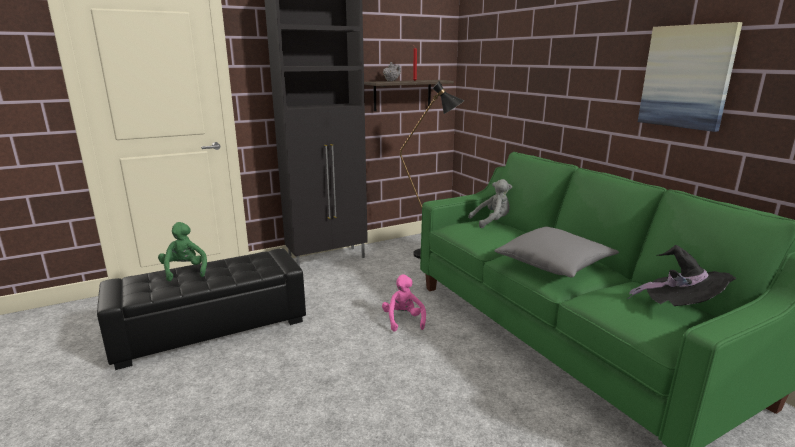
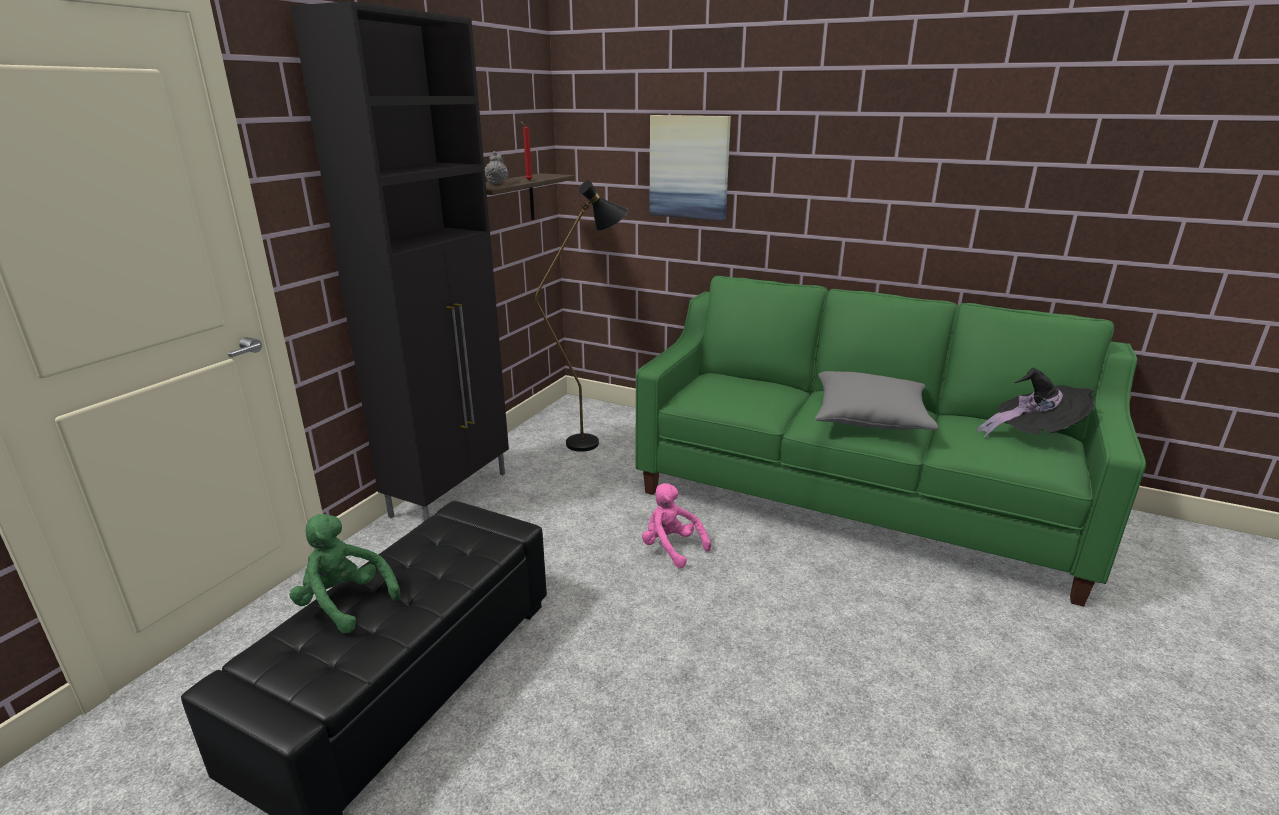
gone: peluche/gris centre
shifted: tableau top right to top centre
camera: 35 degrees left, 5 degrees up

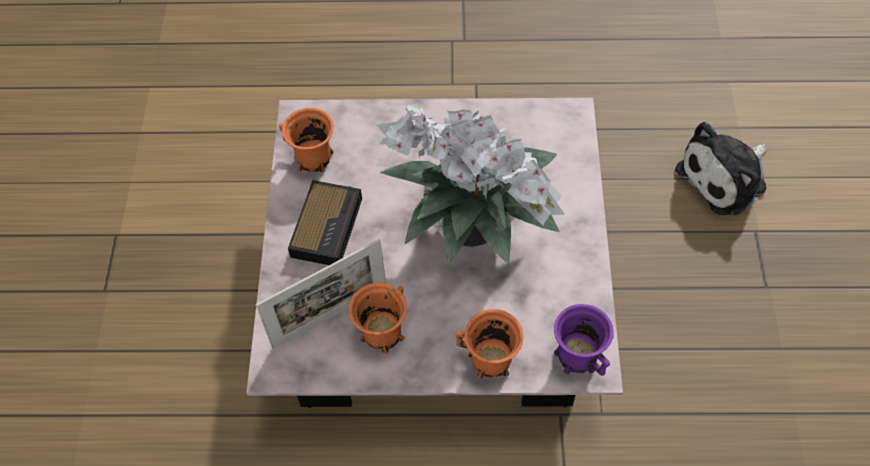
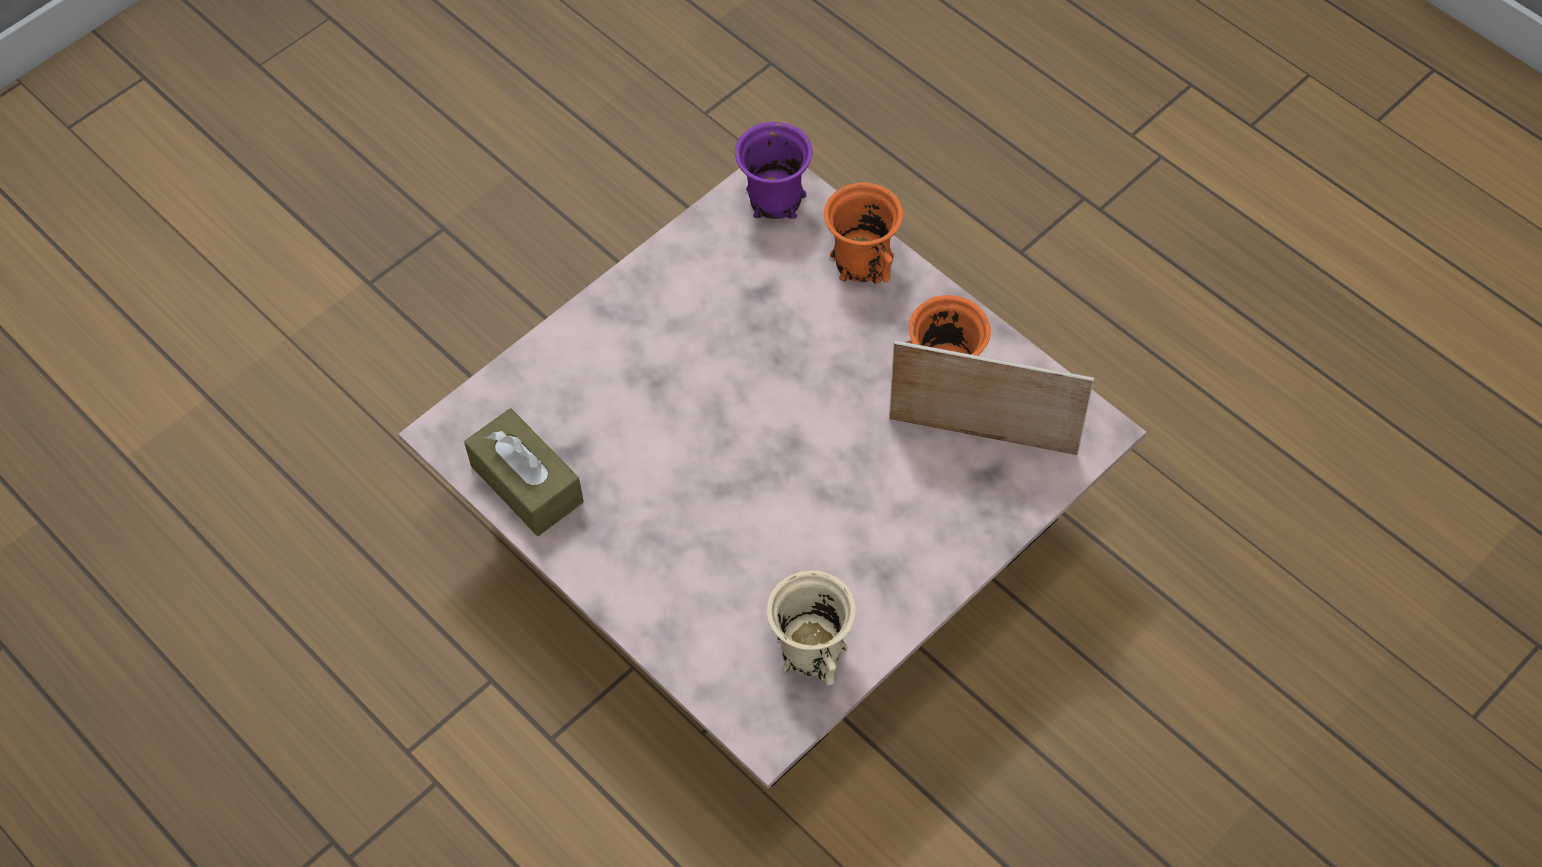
gone: réveil centre; plante en pot centre; peluche middle right
new: boîte à mouchoirs/marron centre
repainted: mug/orange (no. 1 from left) top centre to mug/beige bottom centre
camera: 135 degrees left, 0 degrees up

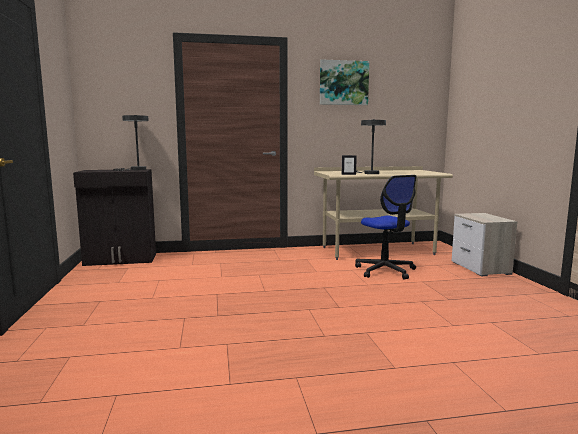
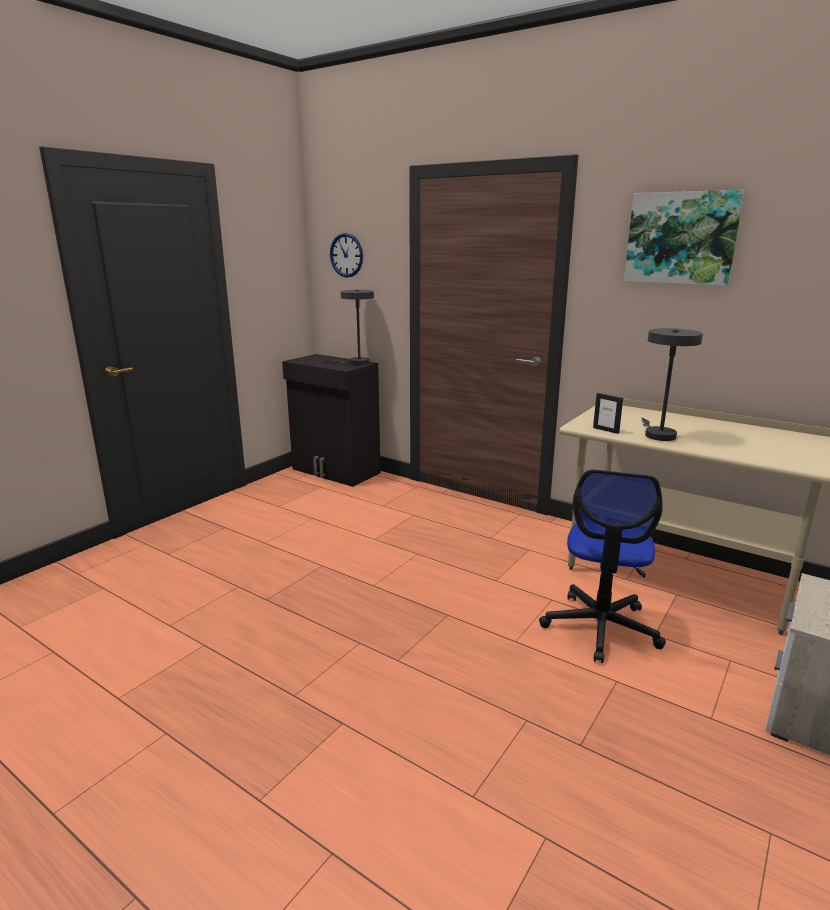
new: horloge murale top centre
camera: 45 degrees right, 10 degrees up

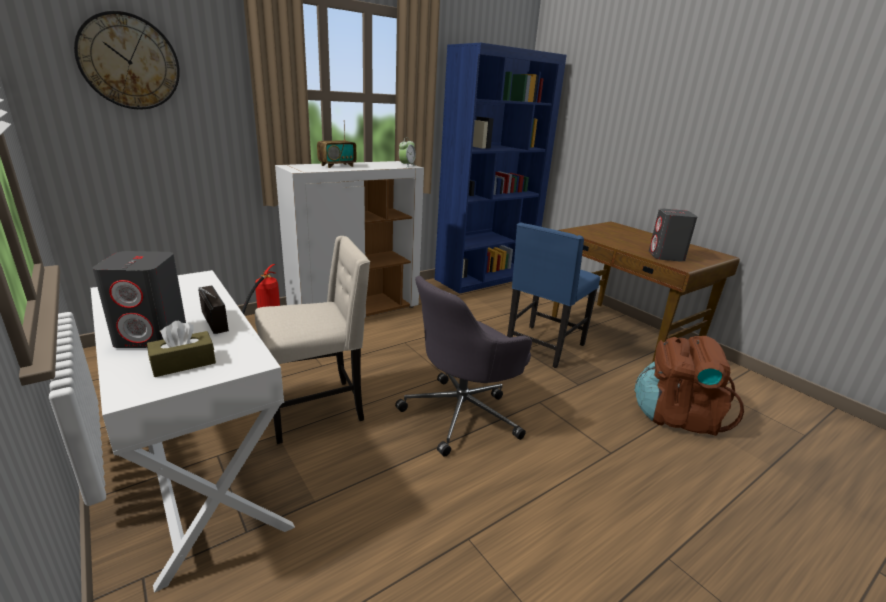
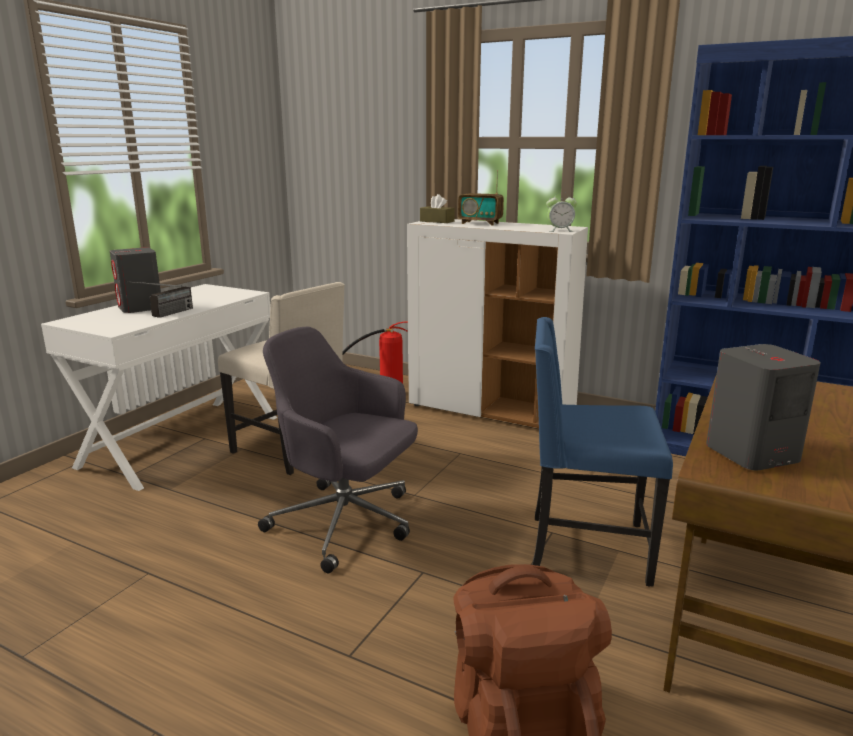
gone: horloge murale top left
shifted: boîte à mouchoirs/marron middle left to top centre
camera: 65 degrees right, 5 degrees down

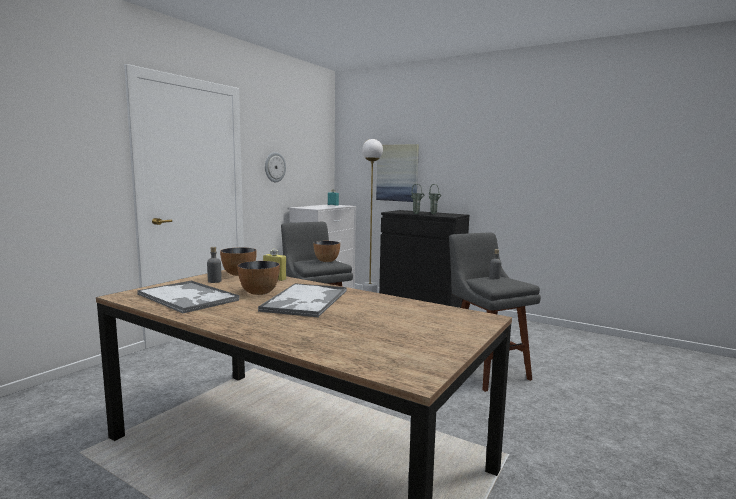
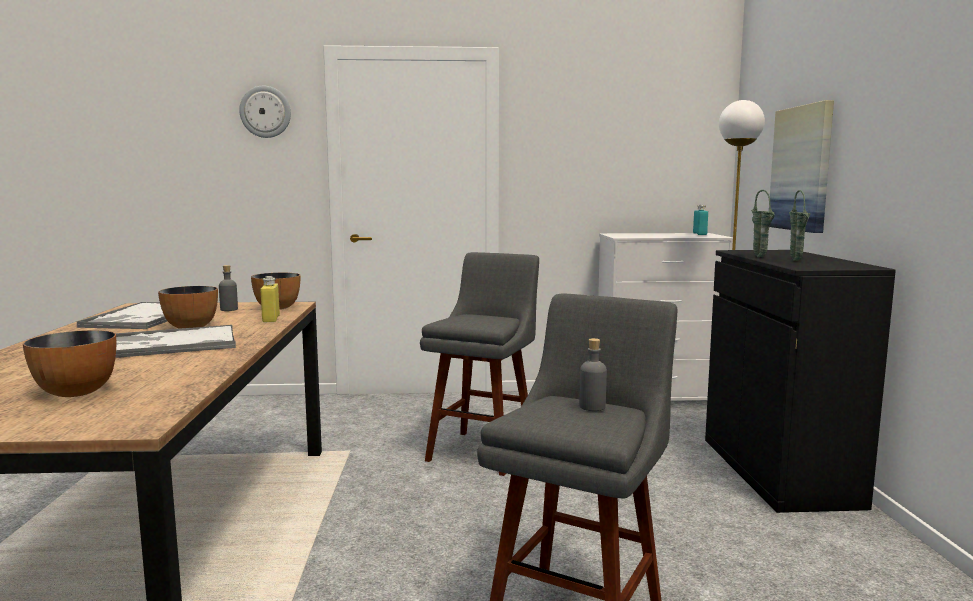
shifted: bol (no. 3 from left in the first image) centre to bol (no. 1 from left) middle left; horloge murale centre to top left
camera: 55 degrees right, 0 degrees up

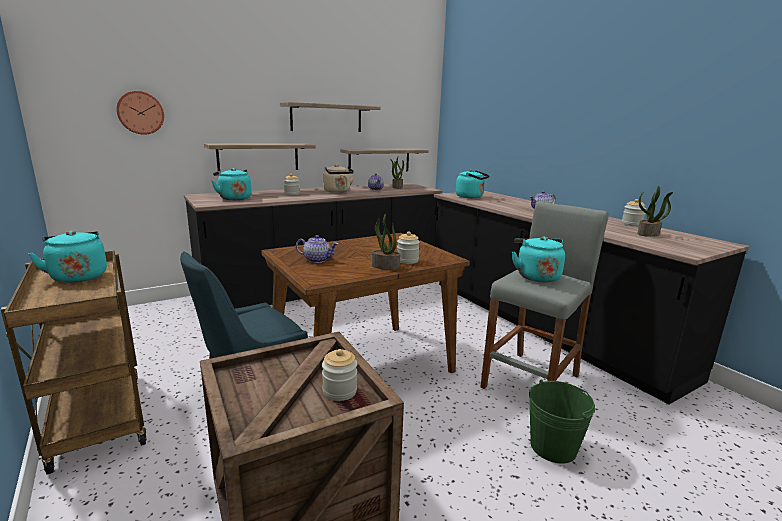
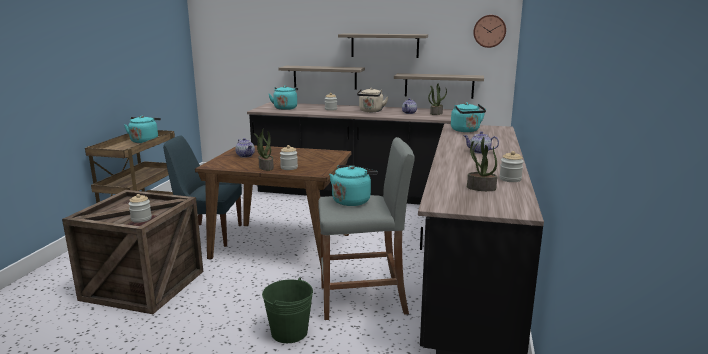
shifted: horloge murale top left to top right
camera: 45 degrees right, 0 degrees up

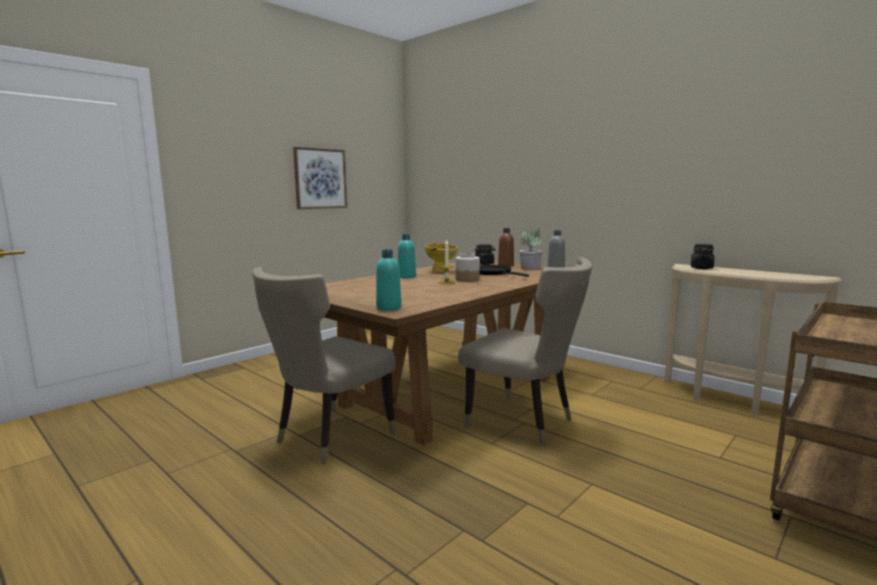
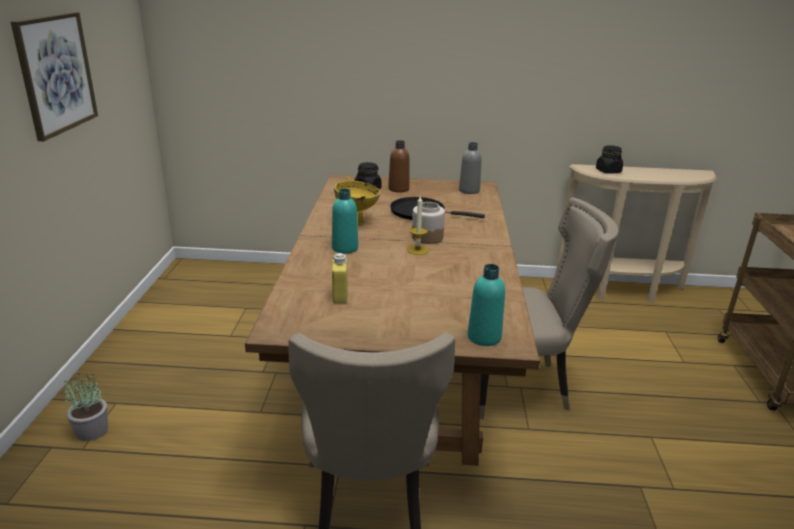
new: bouteille/jaune centre
shifted: plante en pot centre to bottom left
camera: 40 degrees left, 15 degrees up

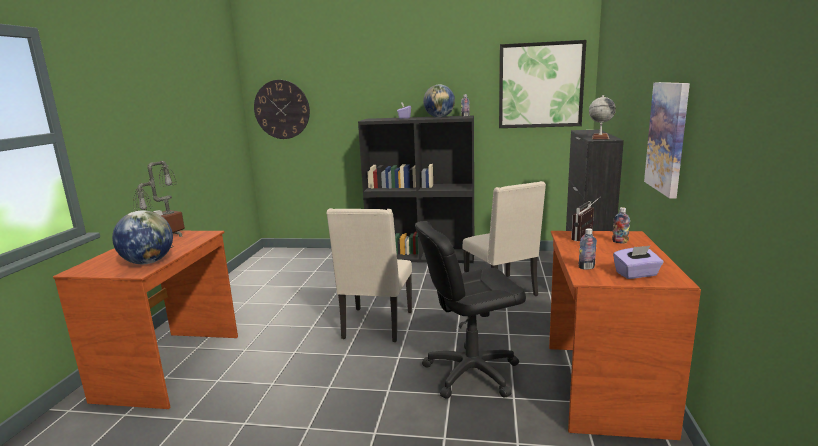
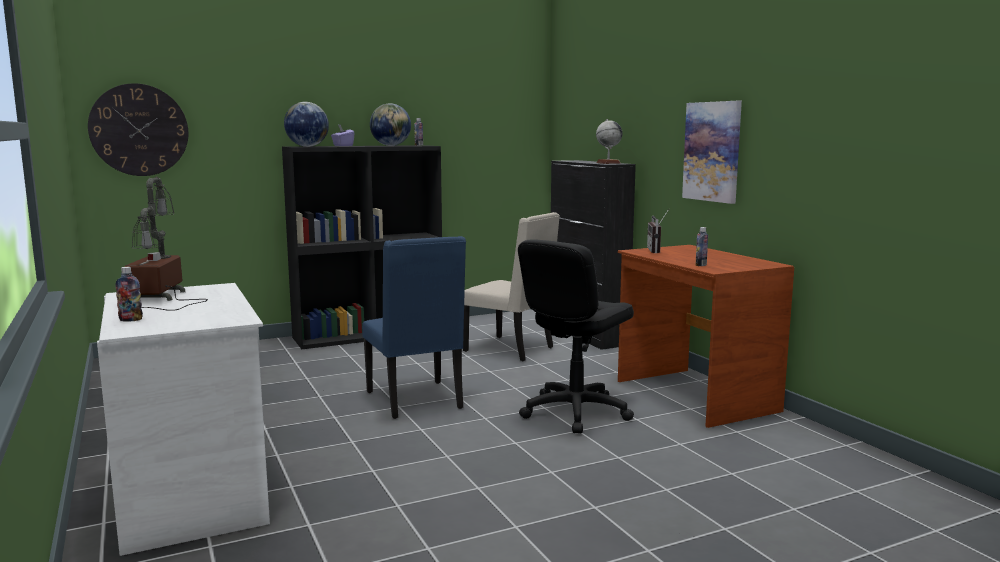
gone: tableau (no. 1 from left) top centre; boîte à mouchoirs/violet (no. 2 from left) middle right
shifted: bouteille (no. 3 from left in the first image) middle right to bouteille (no. 1 from left) middle left; globe (no. 1 from left) middle left to top left
repainted: bureau/marron (no. 1 from left) bottom left to bureau/blanc bottom left; chaise/beige (no. 1 from left) centre to chaise/bleu centre
camera: 35 degrees left, 5 degrees down

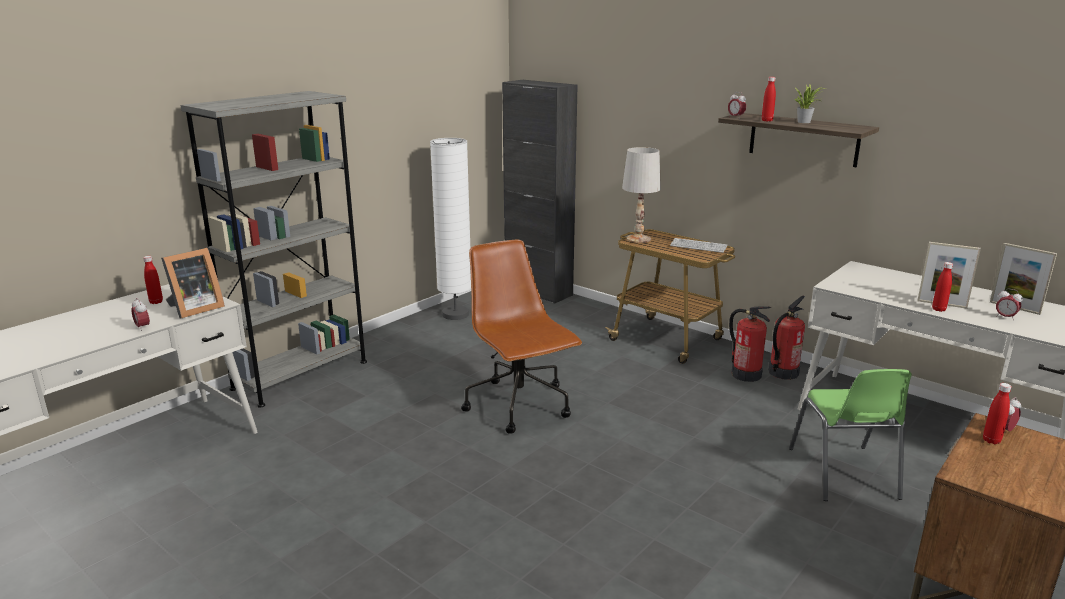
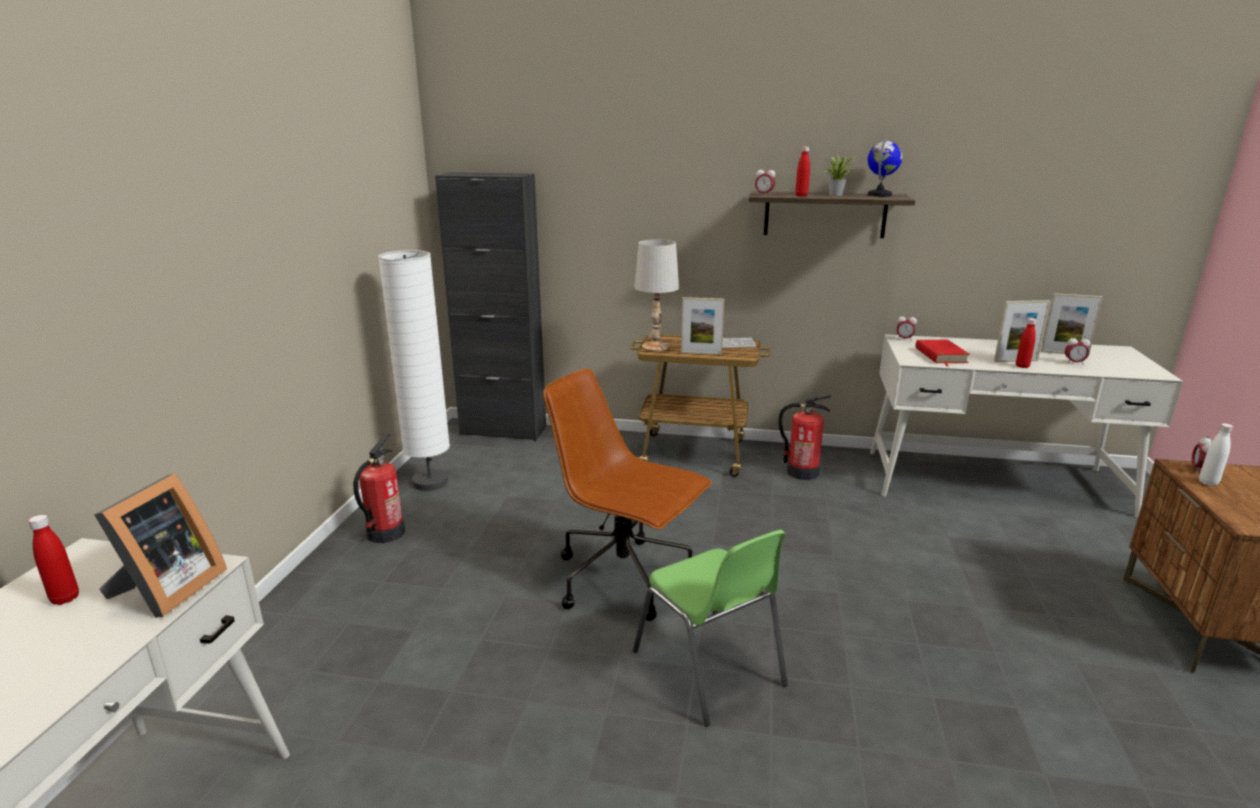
gone: bibliothèque/gris middle left
new: cadre photo (no. 2 from left) centre; globe top right; livre/rouge middle right
shifted: extincteur (no. 2 from left in the first image) middle right to extincteur (no. 1 from left) middle left; chaise/vert bottom right to bottom centre; réveil (no. 1 from left in the first image) middle left to réveil (no. 2 from left) middle right
repainted: bouteille/rouge (no. 4 from left) bottom right to bouteille/blanc middle right
camera: 30 degrees left, 0 degrees up

